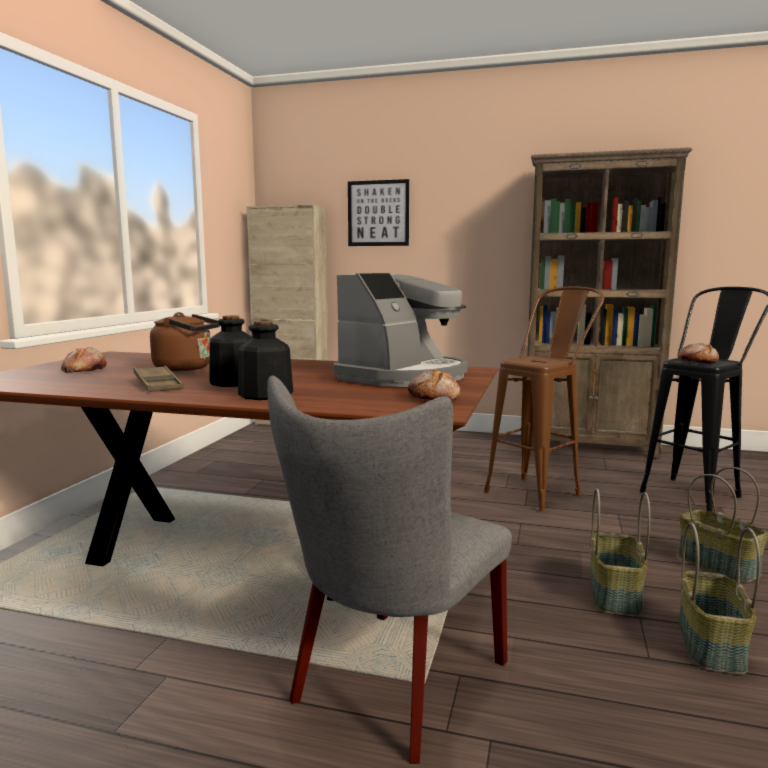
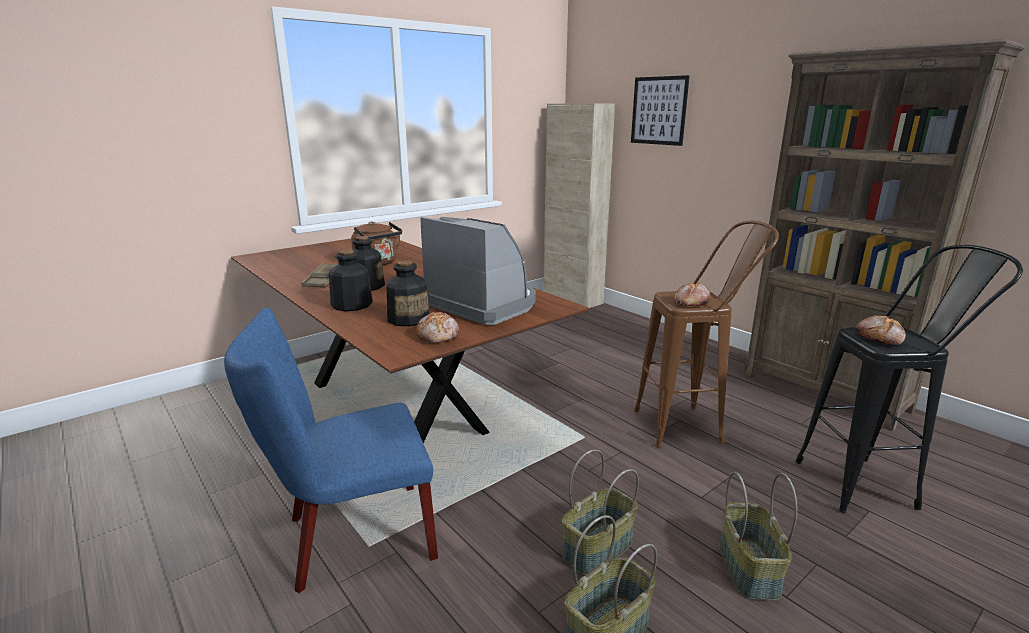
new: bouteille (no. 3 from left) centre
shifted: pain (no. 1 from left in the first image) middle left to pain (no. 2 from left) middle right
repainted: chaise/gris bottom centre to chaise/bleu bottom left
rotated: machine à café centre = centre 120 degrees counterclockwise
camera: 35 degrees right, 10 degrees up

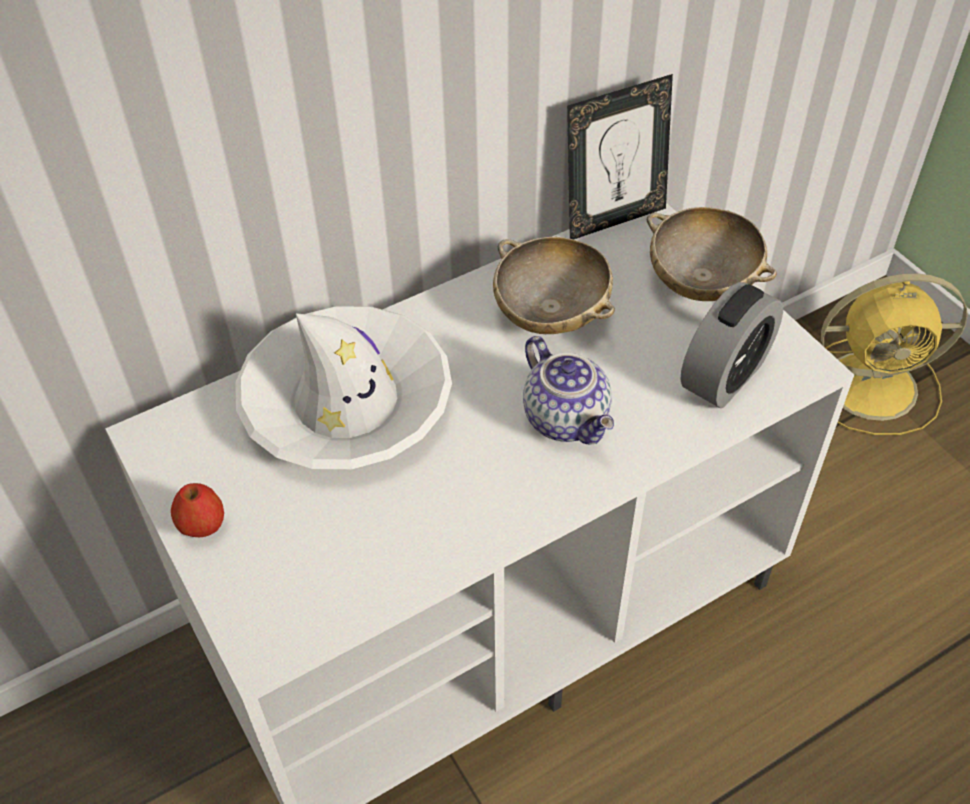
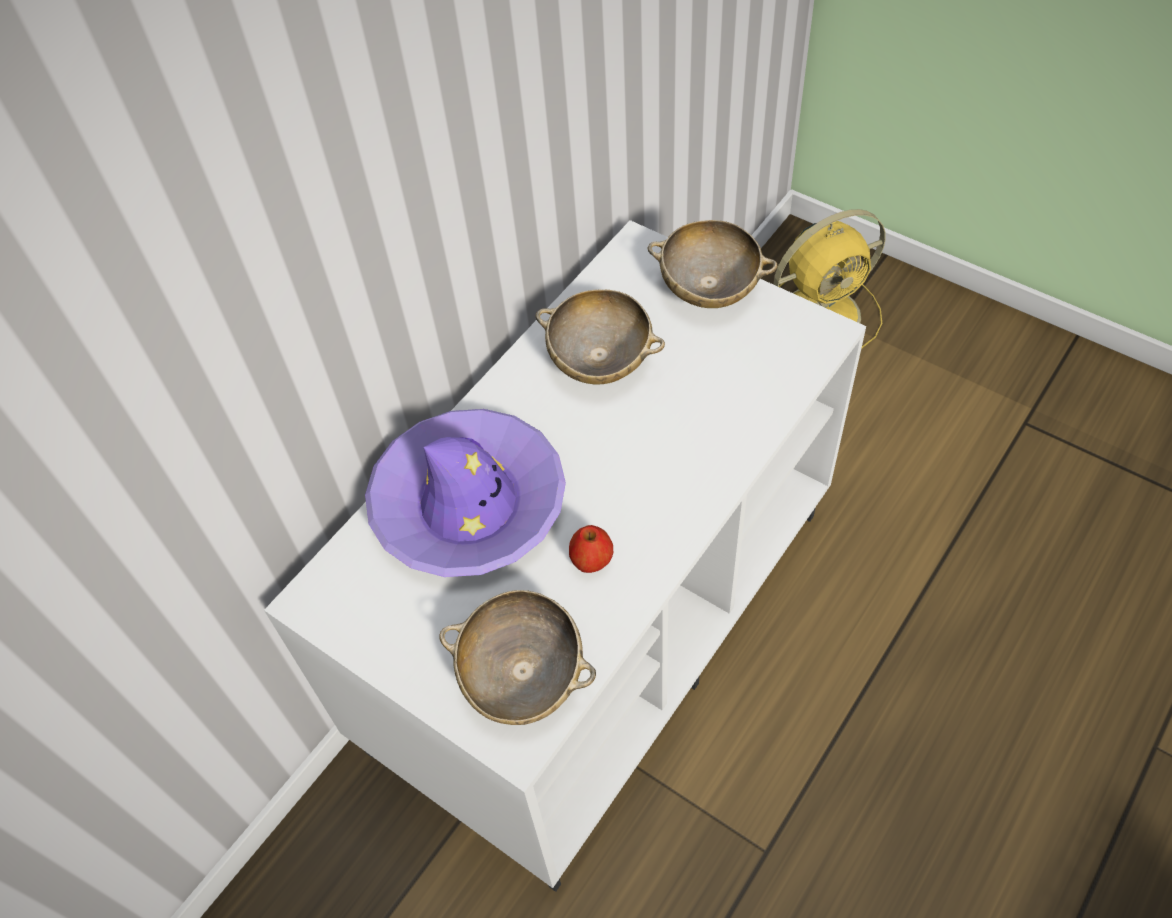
gone: théière centre; cadre photo top centre; réveil middle right
new: bol/beige (no. 1 from left) bottom centre
shifted: pomme middle left to centre
repainted: chapeau/blanc centre to chapeau/violet centre
camera: 20 degrees left, 5 degrees up

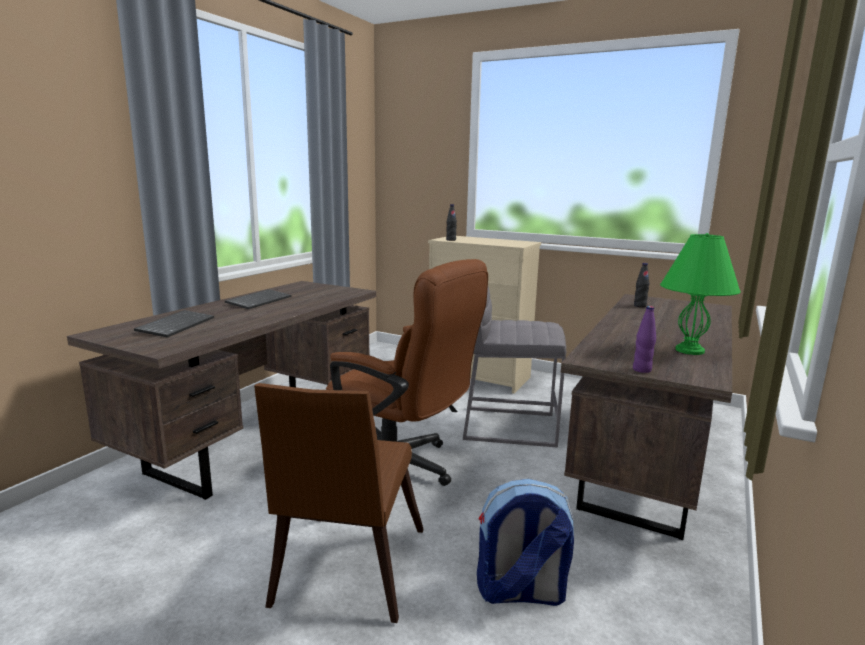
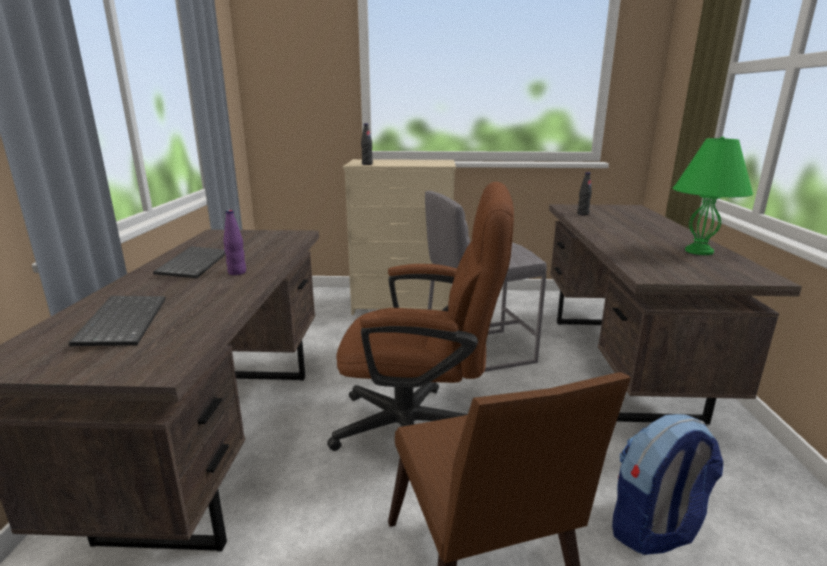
shifted: bouteille/violet middle right to middle left
camera: 25 degrees left, 5 degrees up

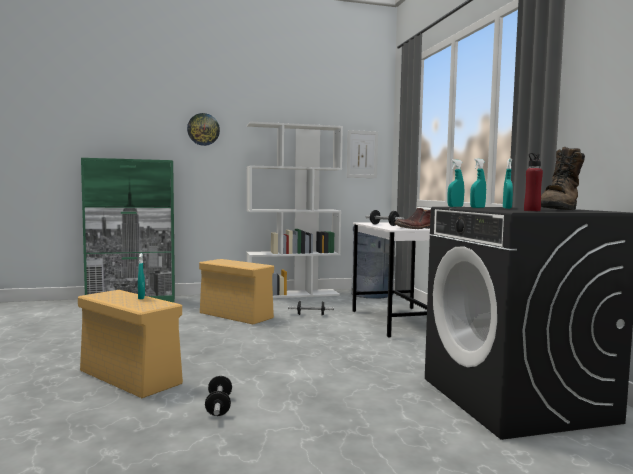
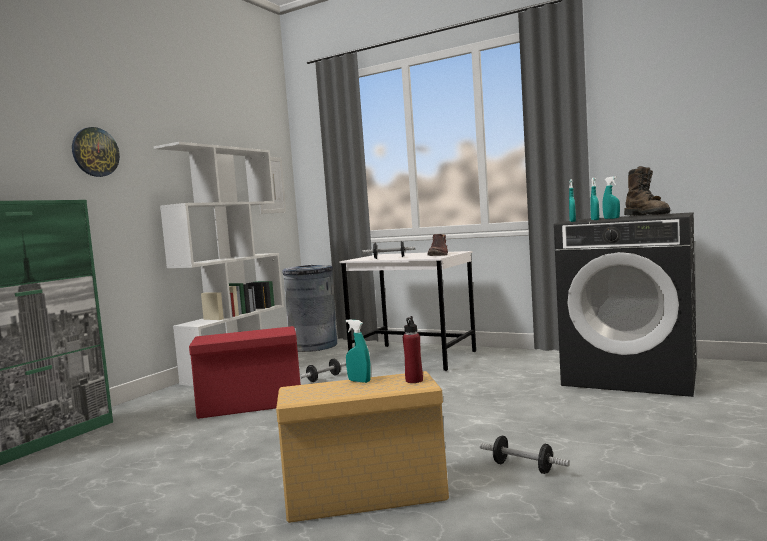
shifted: bouteille/rouge middle right to centre
repainted: boîte de rangement/beige (no. 2 from left) centre to boîte de rangement/rouge bottom left
camera: 45 degrees left, 0 degrees up

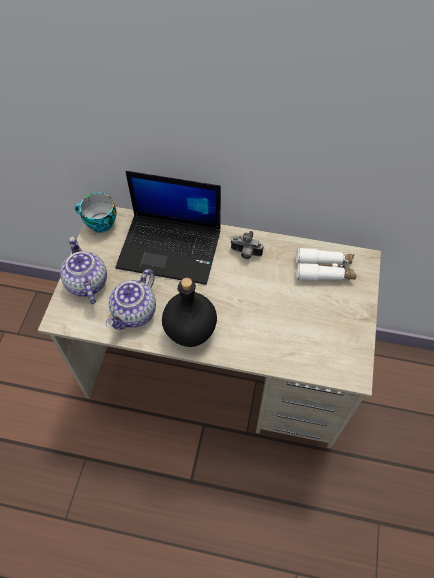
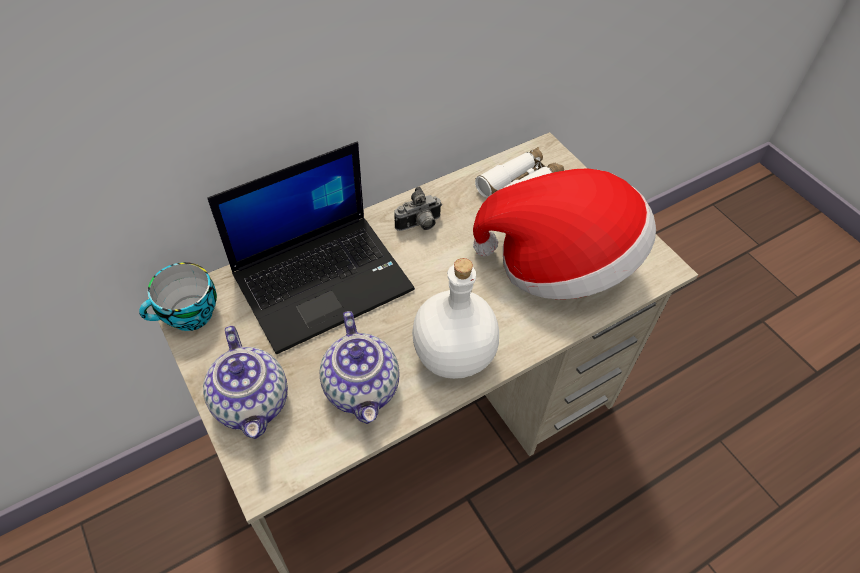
new: chapeau centre
repainted: bouteille/noir centre to bouteille/blanc centre
rotated: théière (no. 1 from left) middle left = bottom left 135 degrees counterclockwise
camera: 45 degrees left, 5 degrees down

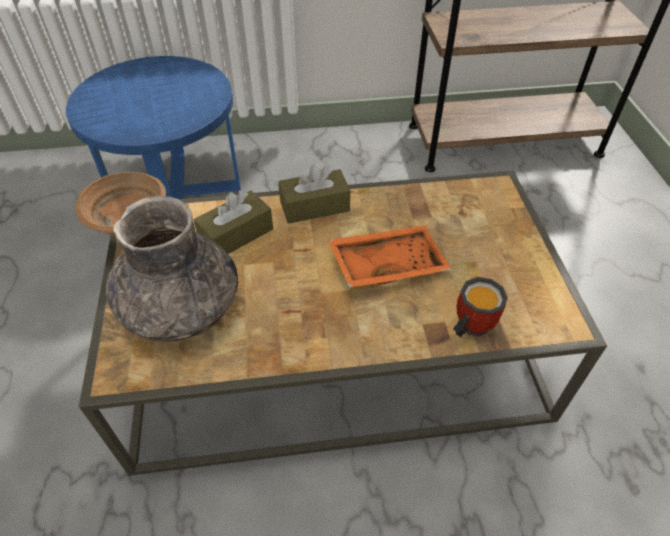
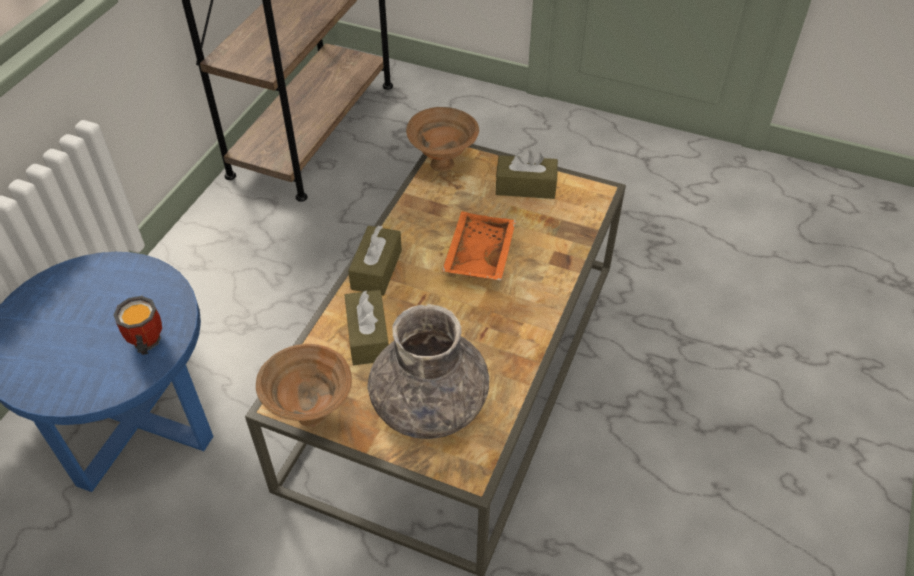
new: bol/marron (no. 2 from left) top centre; boîte à mouchoirs/marron (no. 3 from left) top centre
shifted: mug middle right to middle left
camera: 60 degrees left, 0 degrees up

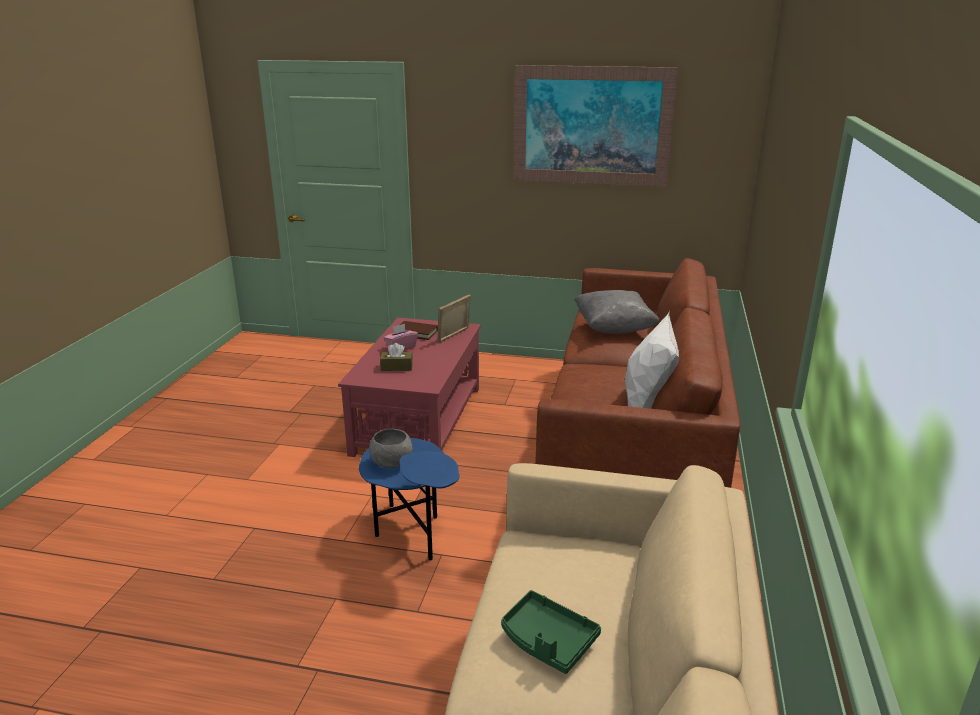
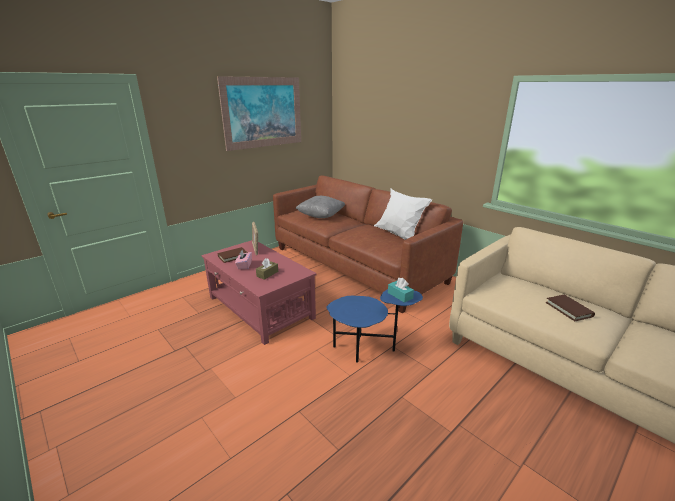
gone: bol/gris centre
new: boîte à mouchoirs/turquoise centre
swapped: plateau/vert bottom centre to livre/marron (no. 2 from left) middle right
camera: 55 degrees left, 0 degrees up

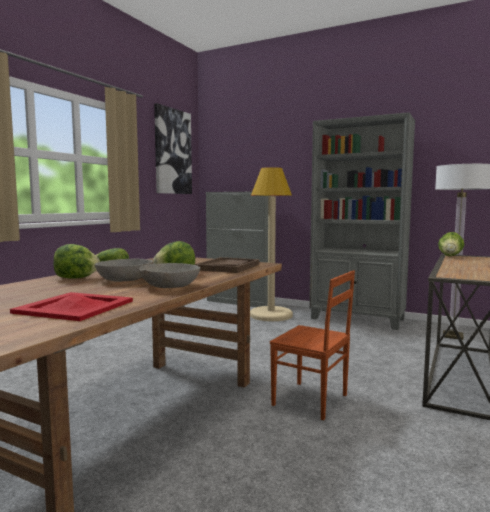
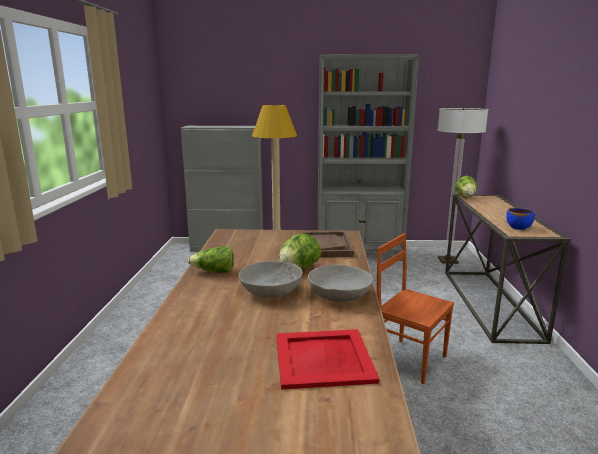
gone: laitue (no. 1 from left) middle left; tableau top centre
new: bol/bleu middle right
rotated: chaise/marron bottom centre = bottom right 150 degrees counterclockwise
camera: 25 degrees left, 10 degrees up

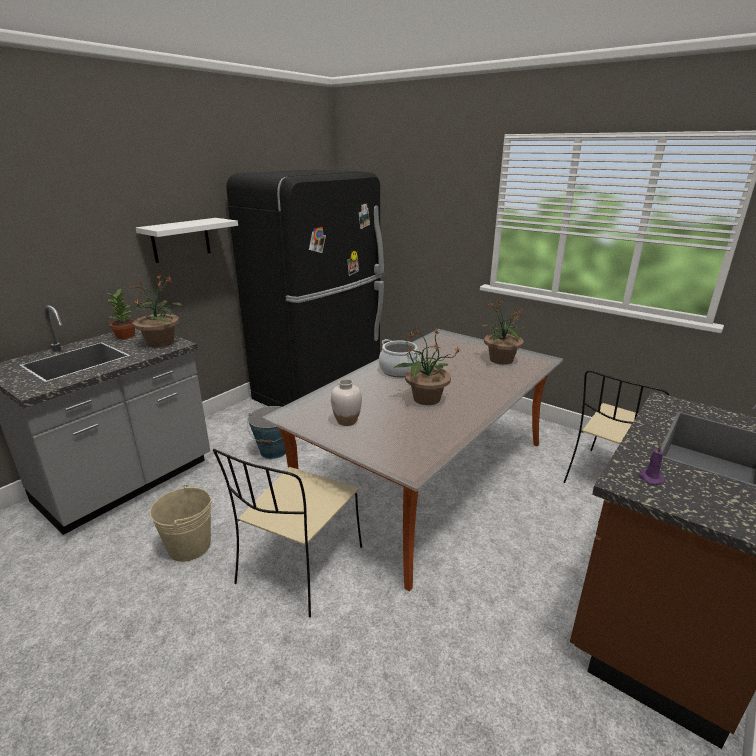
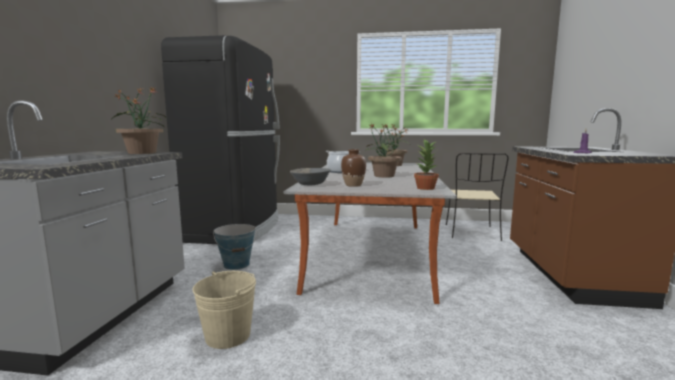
gone: étagère/blanc top left; chaise/beige (no. 1 from left) bottom centre
new: bol/gris centre
shifted: plante en pot (no. 1 from left in the first image) middle left to plante en pot (no. 4 from left) centre
repainted: vase/blanc centre to vase/marron centre
camera: 30 degrees left, 15 degrees down

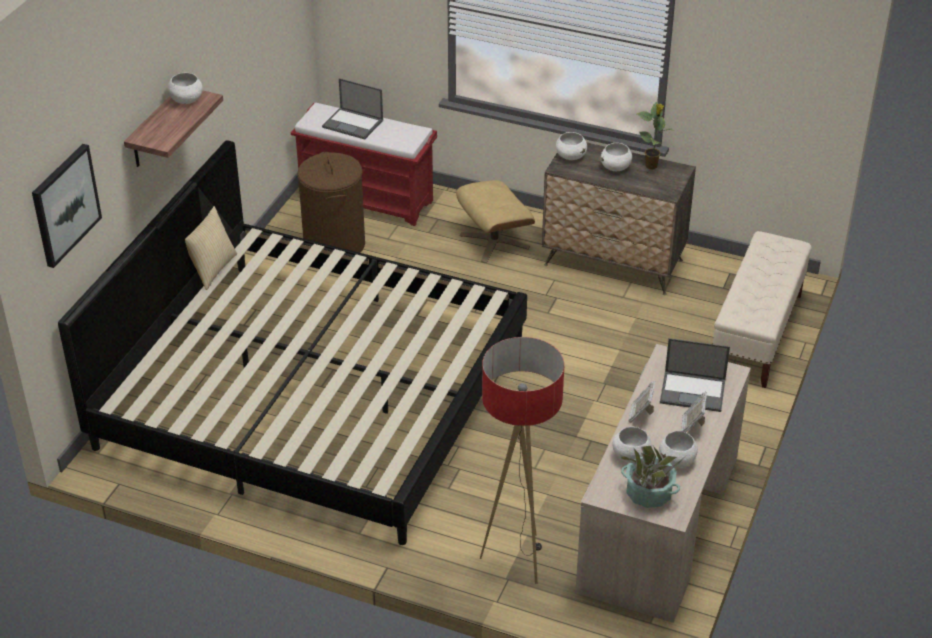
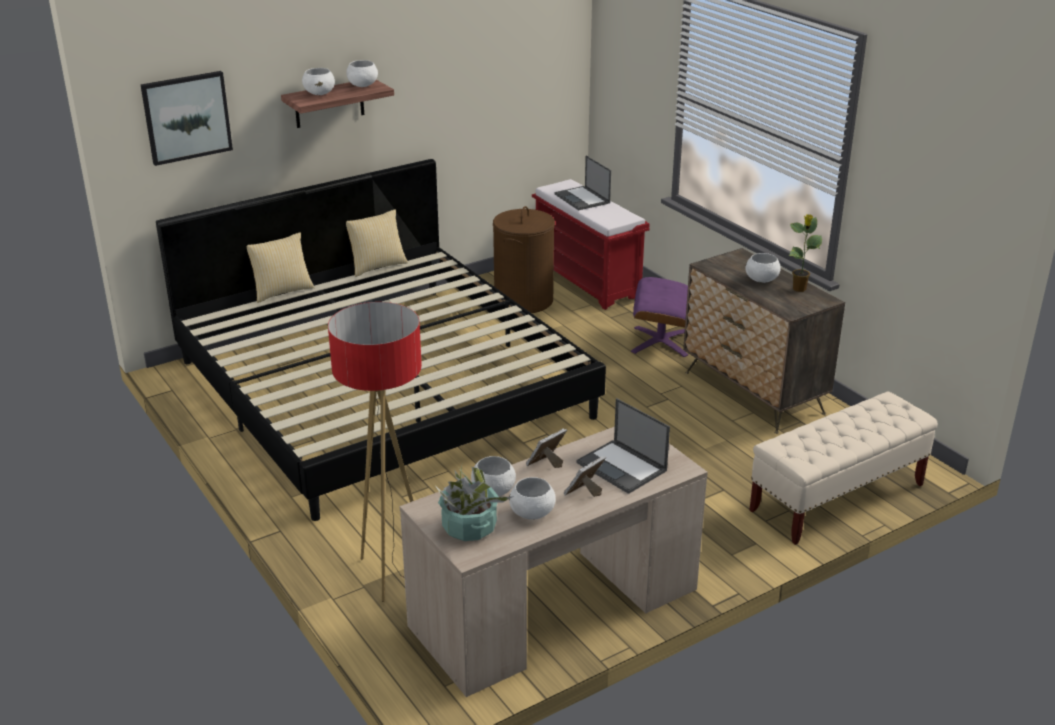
new: coussin (no. 1 from left) middle left
shifted: bol/blanc (no. 2 from left in the first image) top centre to bol/blanc (no. 1 from left) top left
repainted: pouf/beige centre to pouf/violet centre
camera: 35 degrees right, 10 degrees down

